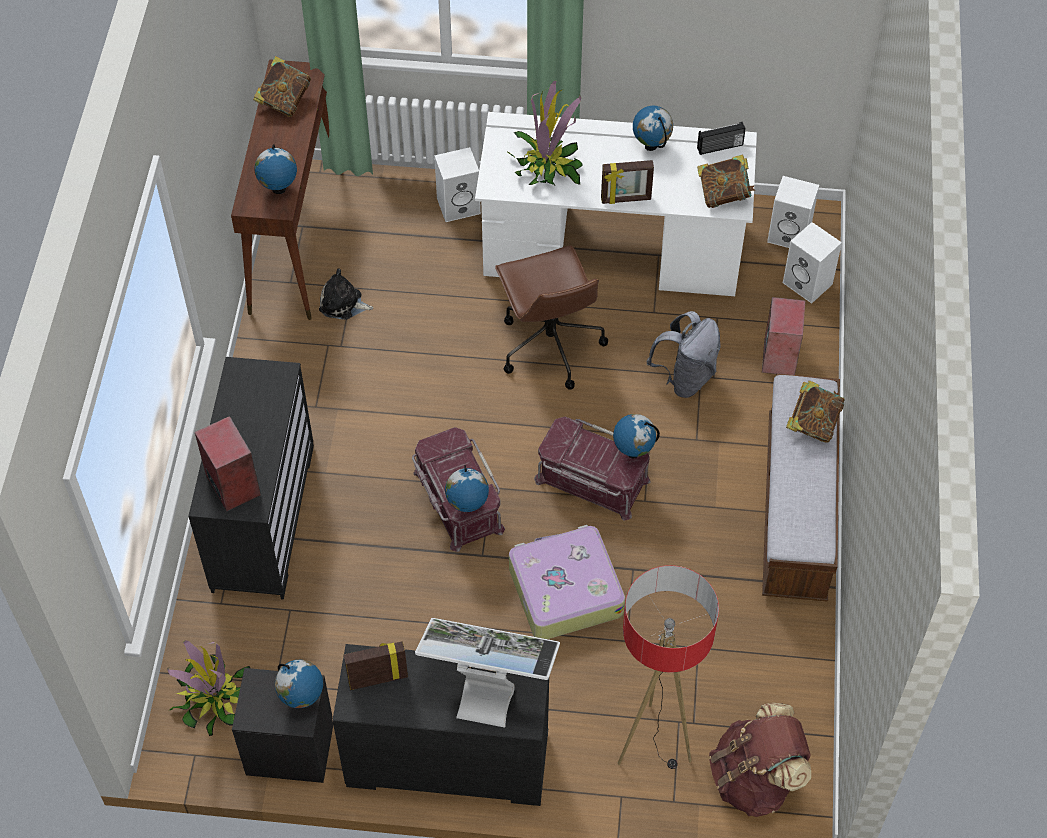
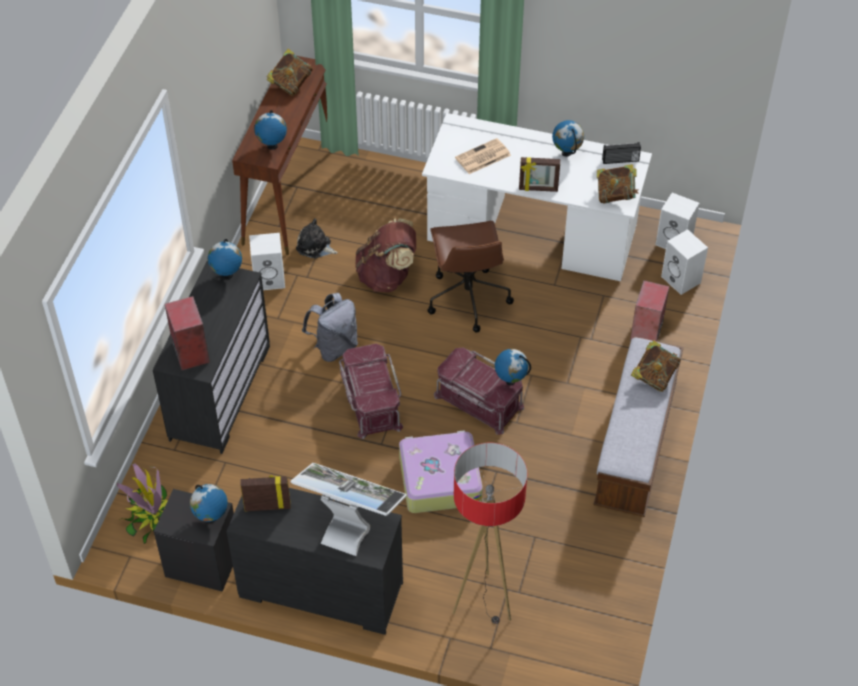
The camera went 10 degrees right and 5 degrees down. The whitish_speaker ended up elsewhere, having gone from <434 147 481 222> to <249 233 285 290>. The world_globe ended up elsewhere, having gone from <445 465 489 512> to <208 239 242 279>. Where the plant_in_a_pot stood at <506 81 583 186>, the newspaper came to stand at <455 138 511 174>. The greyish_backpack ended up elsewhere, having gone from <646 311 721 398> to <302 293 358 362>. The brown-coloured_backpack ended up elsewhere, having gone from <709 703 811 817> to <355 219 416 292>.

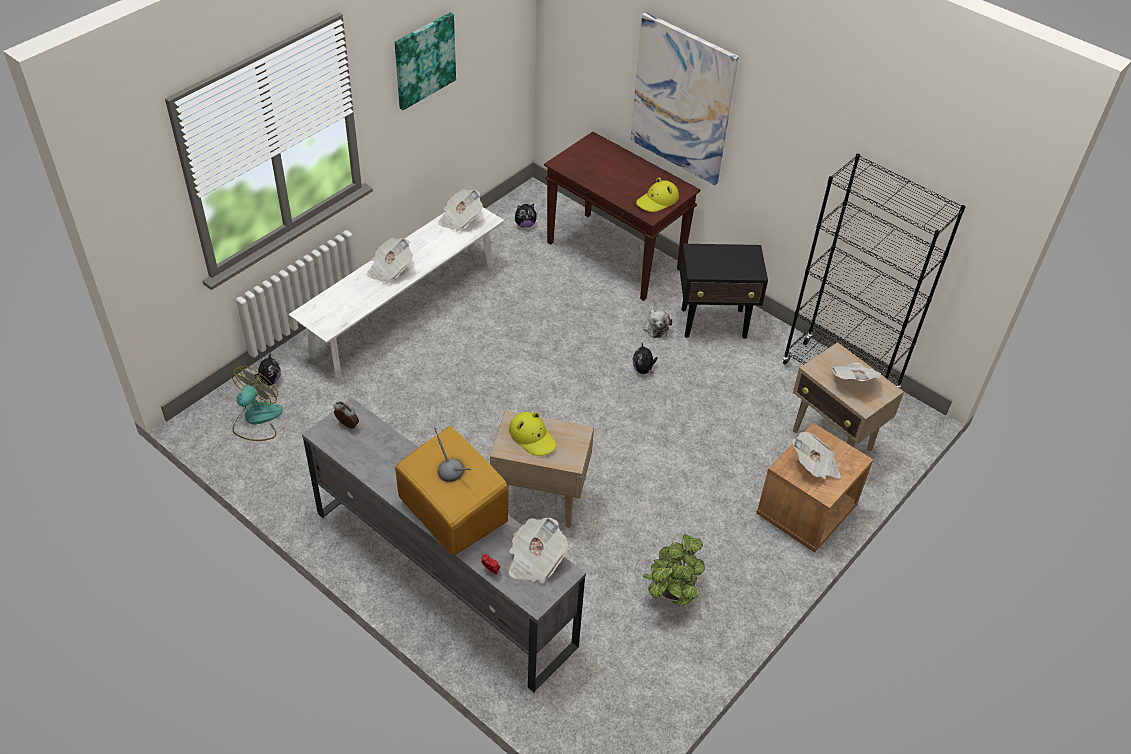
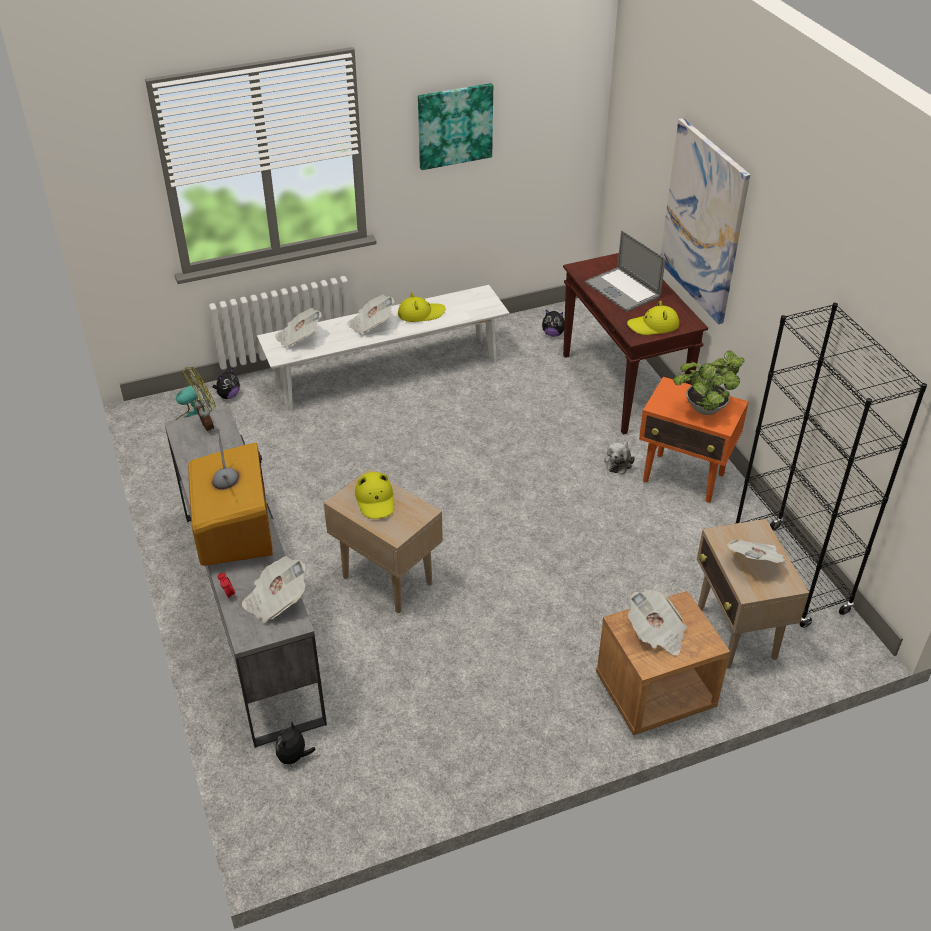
The camera went 30 degrees right and 5 degrees down. The newspaper ended up elsewhere, having gone from <438 189 483 232> to <275 308 322 348>. The soft_toy ended up elsewhere, having gone from <633 343 657 374> to <276 721 316 767>. The plant_in_a_pot ended up elsewhere, having gone from <643 534 705 606> to <673 351 744 415>. What was the blackish_side_table at <680 244 768 339> turned into the orangey_side_table at <639 377 749 503>. The second view gained the yellow-coloured_wearable_hat at <398 292 446 322>. The second view gained the laptop at <585 231 665 312>.

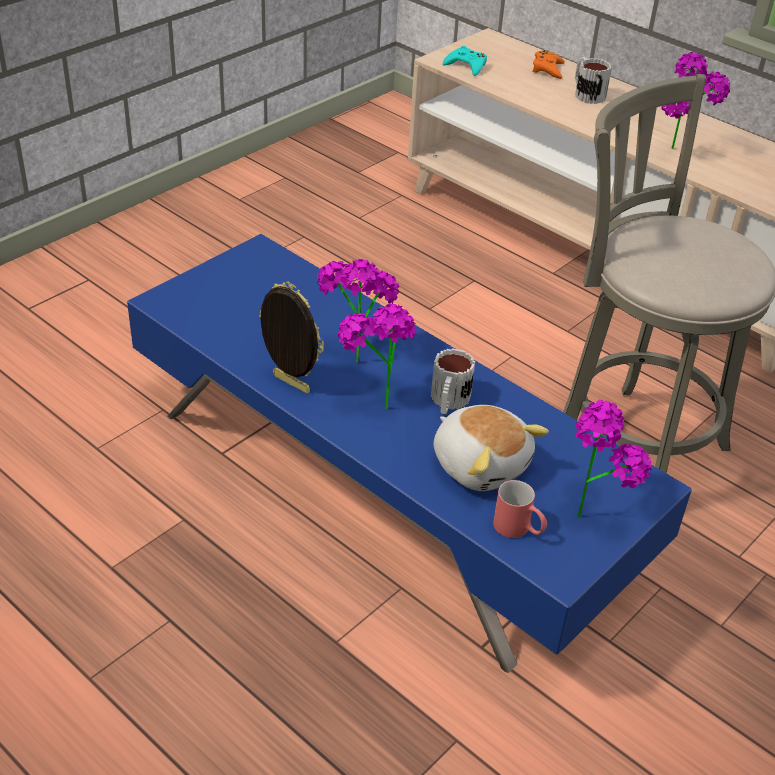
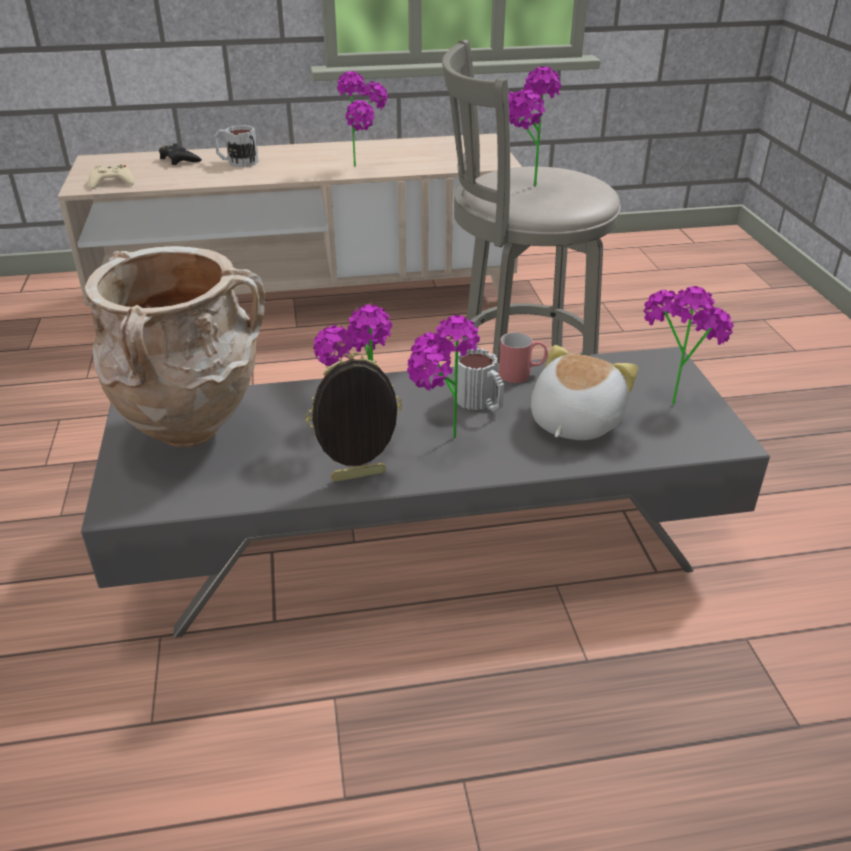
The camera went 50 degrees left and 5 degrees down. What was the blue_coffee_table at <127 234 692 673> turned into the greyish_coffee_table at <81 347 770 638>. The soft_toy at <433 405 549 491> ended up facing another way, 60 degrees counterclockwise from before. What was the blue-green_joypad at <443 46 487 76> turned into the beige-coloured_joypad at <88 165 134 189>. The red-coloured_tea_mug ended up elsewhere, having gone from <493 480 547 538> to <499 332 548 383>. What was the orangey_joypad at <532 50 565 79> turned into the blackish_joypad at <159 143 202 165>. The second view gained the beige-coloured_flower_vase at <85 246 265 447>. The second view gained the plant_in_a_pot at <509 66 561 186>.

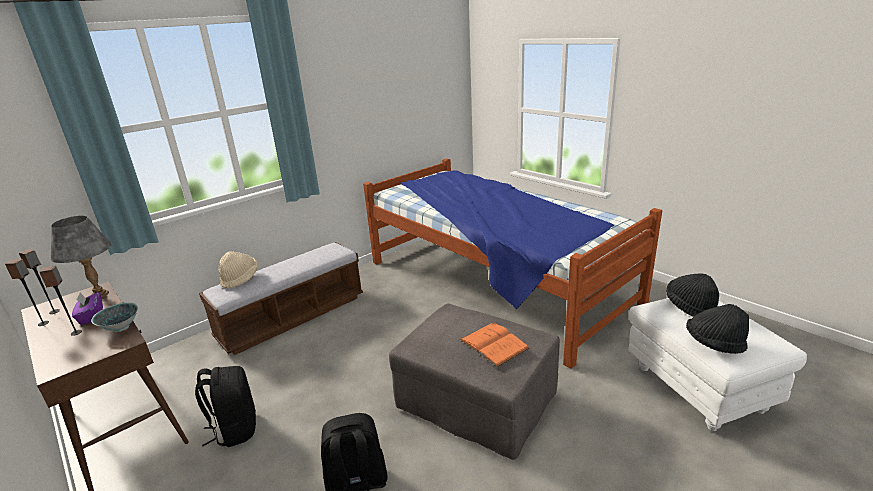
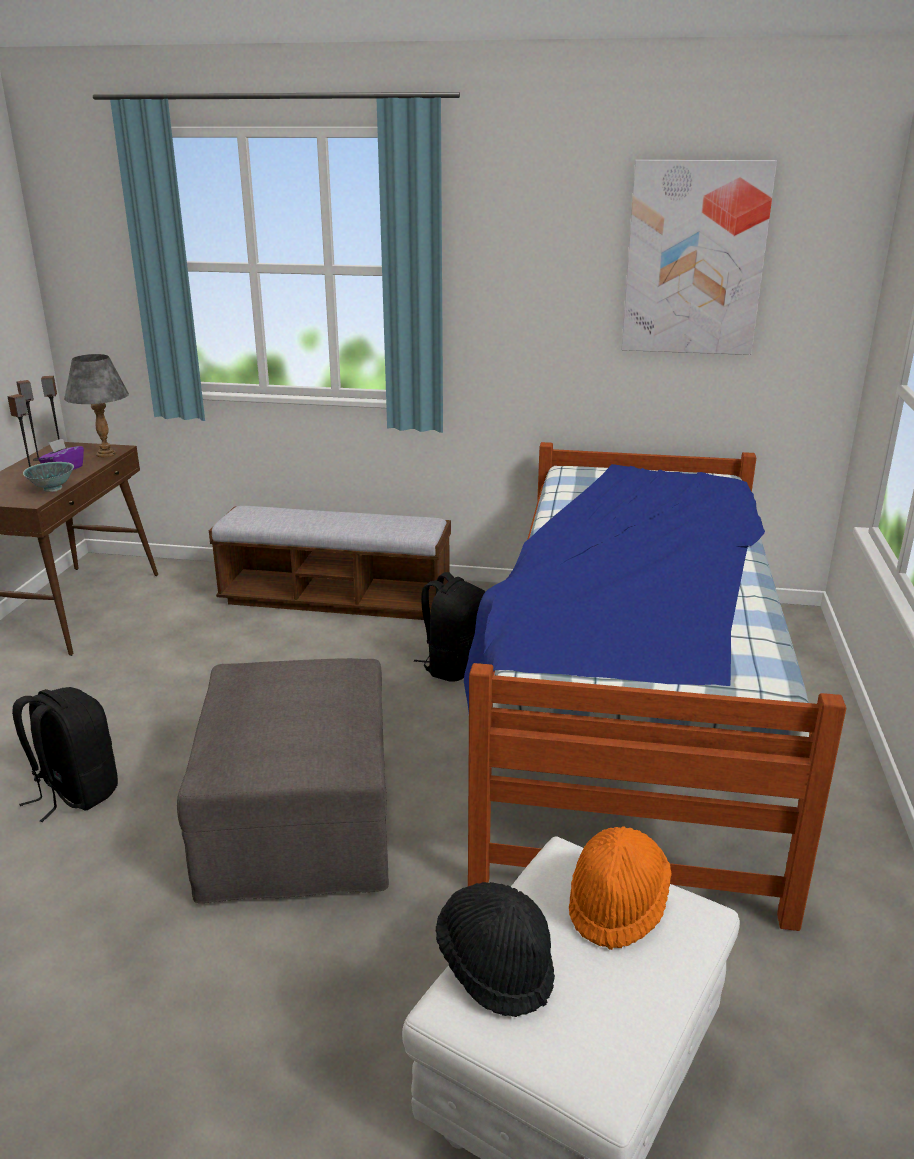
The camera went 50 degrees right and 0 degrees up. The blackish_backpack ended up elsewhere, having gone from <195 366 256 447> to <414 572 486 682>. The second view lost the beige-coloured_wearable_hat at <219 251 258 289>. The second view lost the orangey_volume at <460 322 530 367>. What was the blackish_wearable_hat at <666 273 719 317> turned into the orangey_wearable_hat at <569 826 672 950>. The second view gained the picture at <621 160 777 355>.

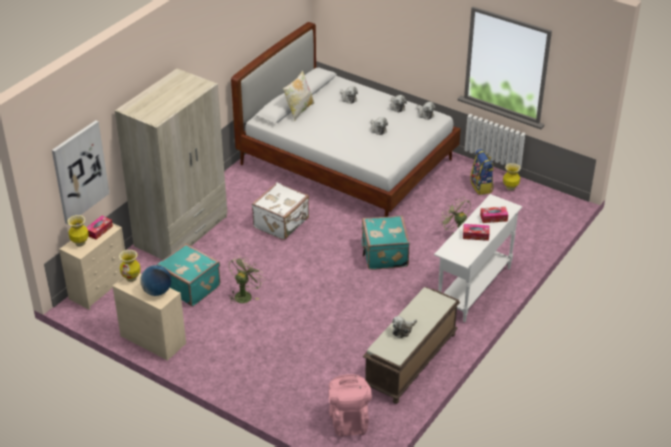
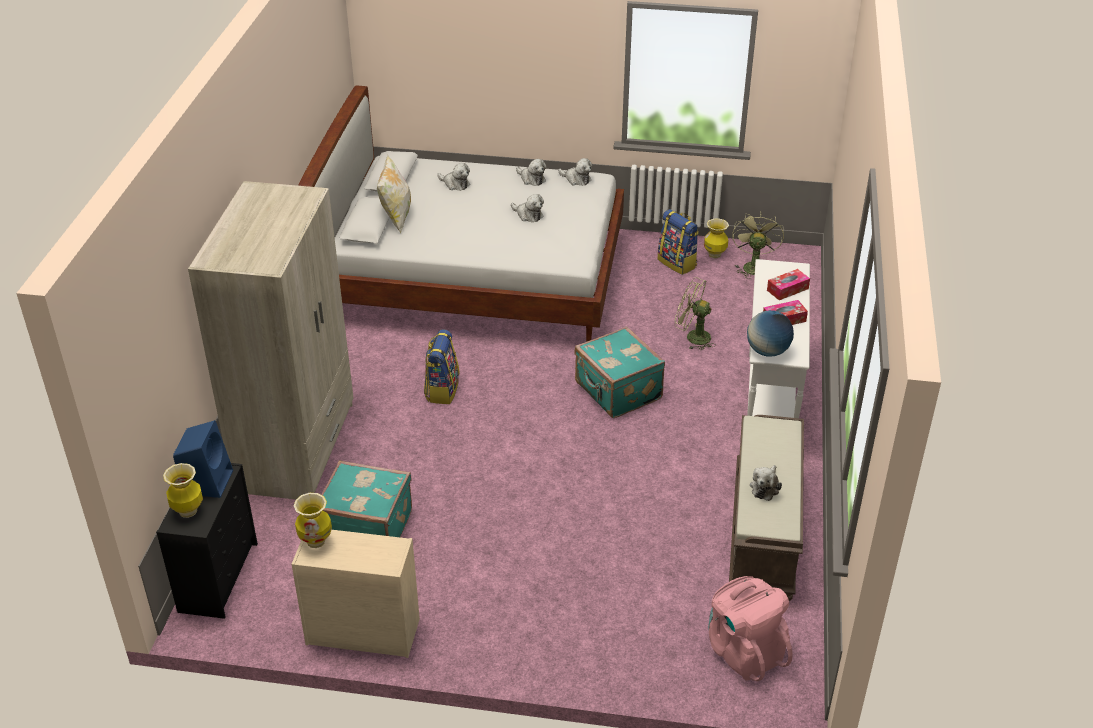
The camera went 25 degrees left and 0 degrees up. The second view lost the picture at <52 120 110 224>. What was the beige-coloured_drawer_chest at <59 223 125 310> turned into the blackish_drawer_chest at <156 463 258 619>. Where the box_of_tissues stood at <87 216 113 240>, the blue_speaker came to stand at <173 420 233 498>. The world_globe ended up elsewhere, having gone from <140 265 171 296> to <747 310 794 357>. The green-coloured_fan ended up elsewhere, having gone from <229 256 265 304> to <732 211 784 279>. Where the whitish_piece_of_luggage stood at <252 182 309 240>, the backpack came to stand at <424 329 460 404>.

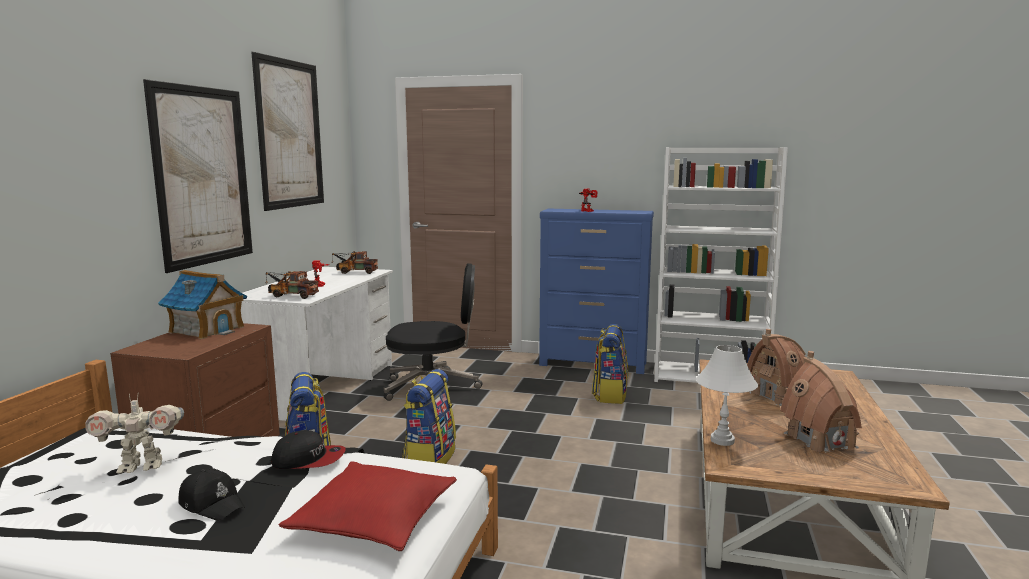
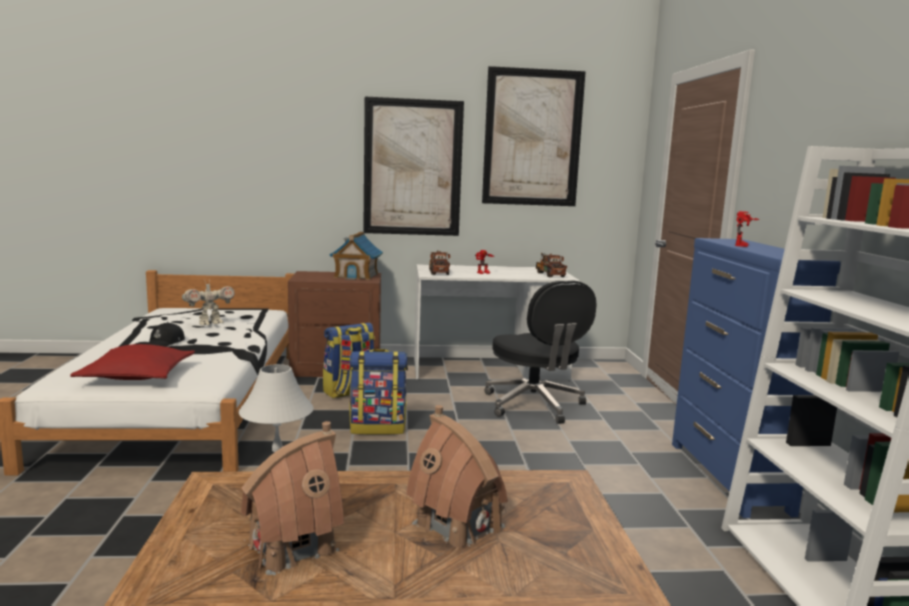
The camera went 70 degrees right and 0 degrees up. The robot_figure at <85 394 184 473> ended up facing another way, 90 degrees counterclockwise from before. The second view lost the peaked_cap at <271 430 346 469>. The second view lost the backpack at <592 324 628 404>.

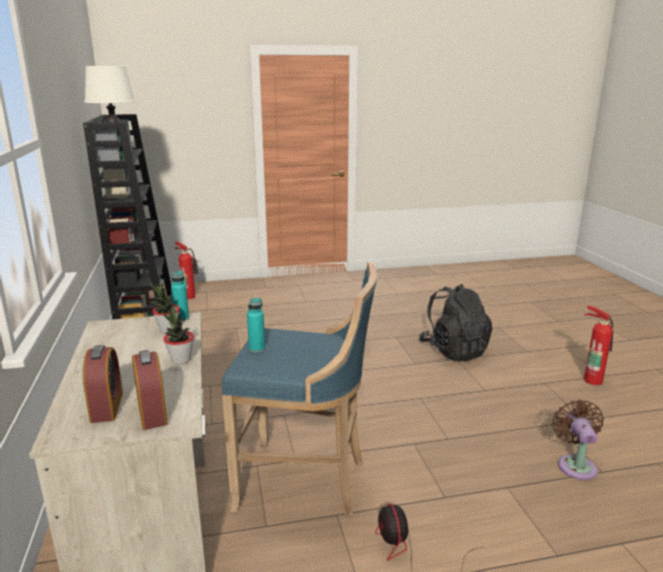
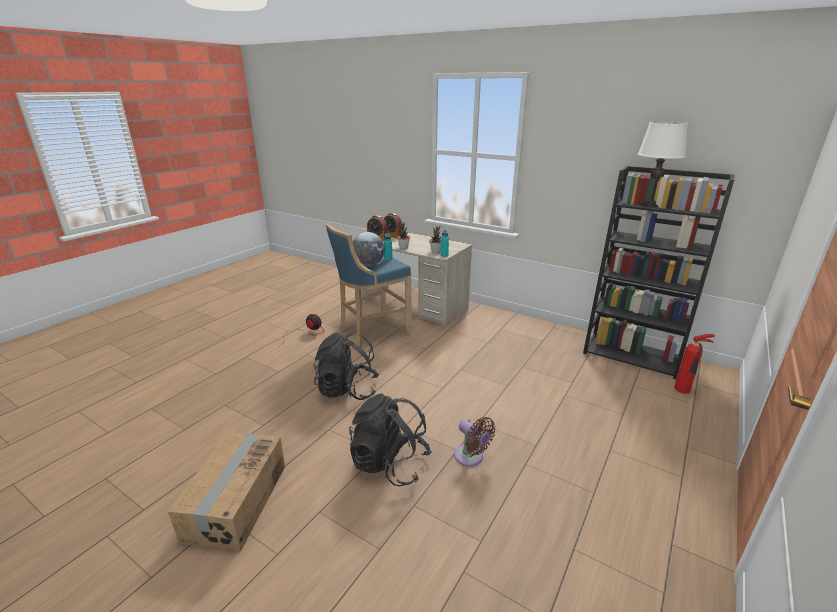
The camera went 135 degrees right and 5 degrees up. The brown-coloured_fan ended up elsewhere, having gone from <552 400 604 480> to <454 417 495 467>. Where the extinguisher stood at <584 306 613 385>, the carton came to stand at <168 432 285 552>. The second view gained the blackish_backpack at <313 332 379 400>. The second view gained the world_globe at <353 232 385 266>.

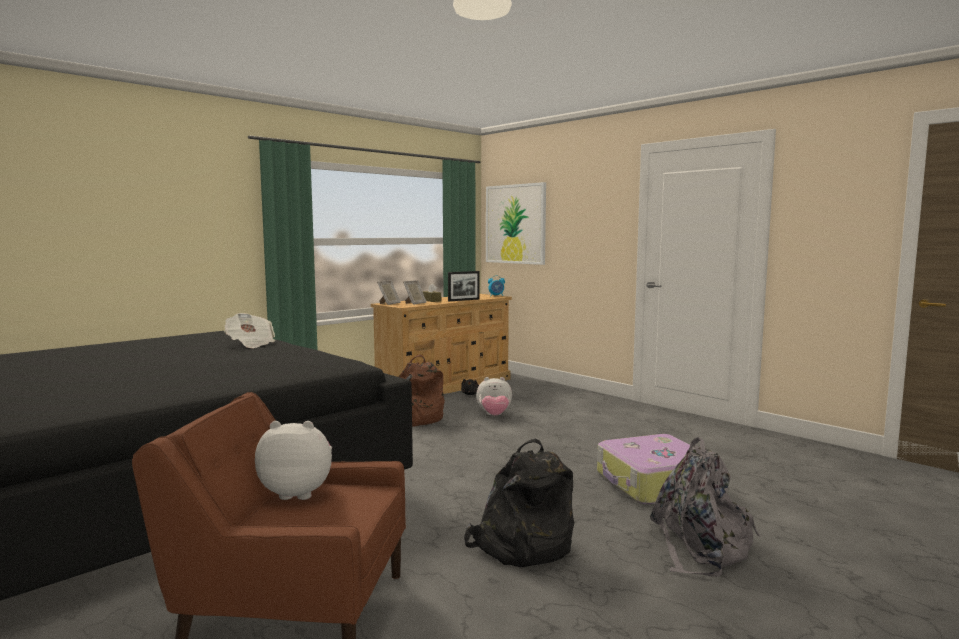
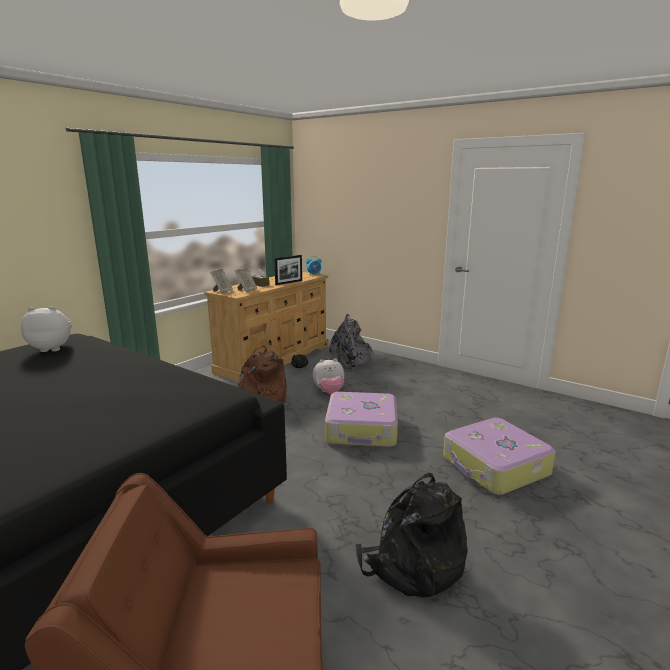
The camera went 10 degrees left and 10 degrees up. The second view lost the newspaper at <224 313 275 348>. The soft_toy ended up elsewhere, having gone from <255 421 332 500> to <21 306 72 352>. The second view lost the picture at <486 182 546 265>. The greyish_backpack ended up elsewhere, having gone from <650 437 760 577> to <329 314 374 371>. The second view gained the piece_of_luggage at <325 392 398 447>.

